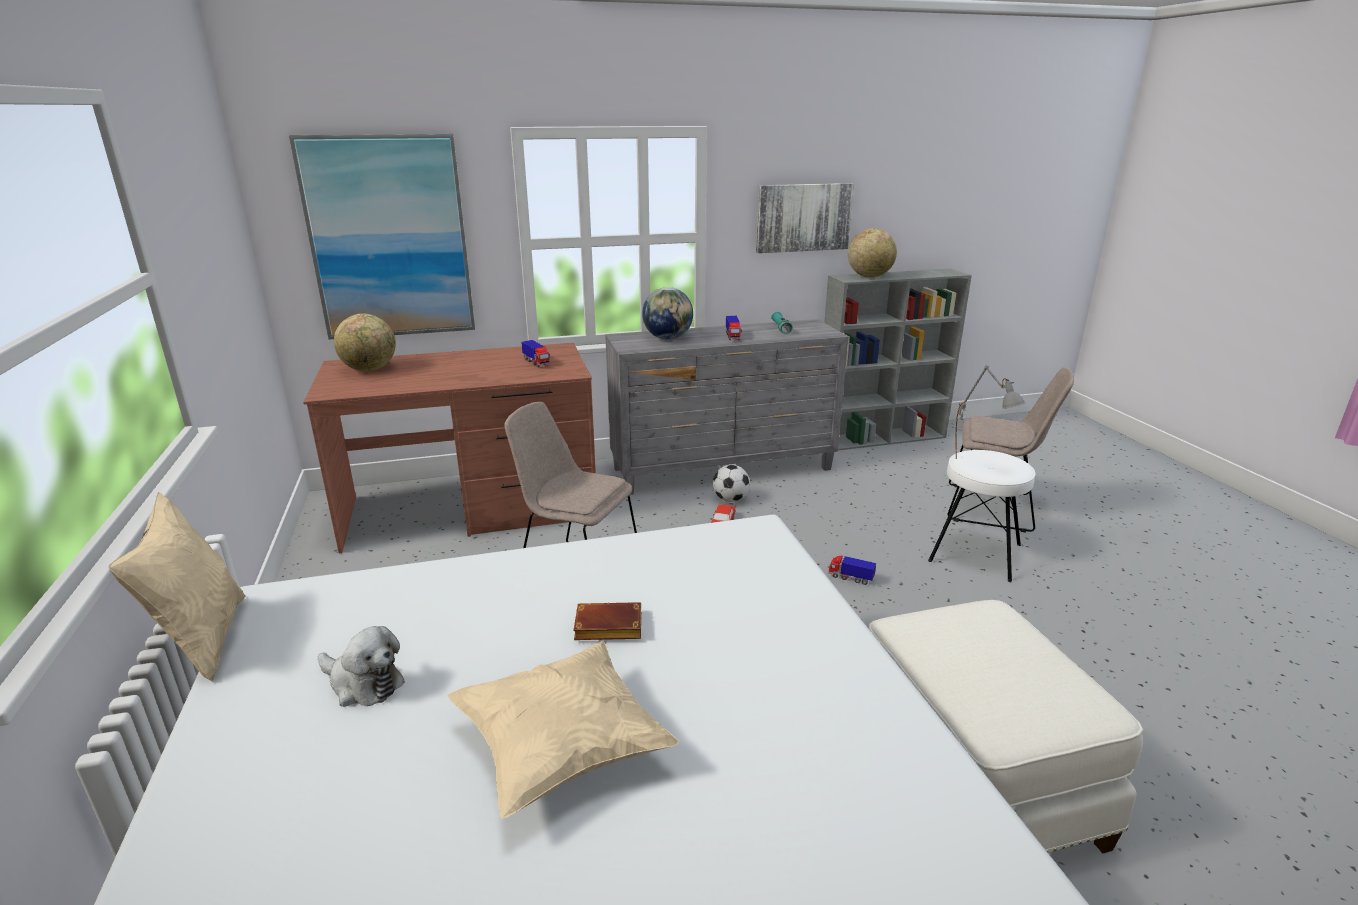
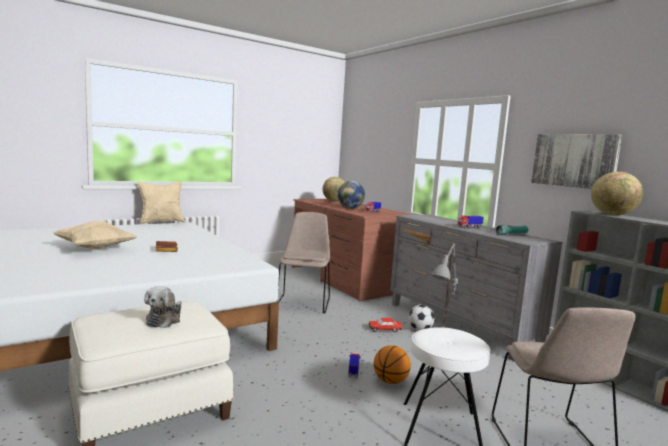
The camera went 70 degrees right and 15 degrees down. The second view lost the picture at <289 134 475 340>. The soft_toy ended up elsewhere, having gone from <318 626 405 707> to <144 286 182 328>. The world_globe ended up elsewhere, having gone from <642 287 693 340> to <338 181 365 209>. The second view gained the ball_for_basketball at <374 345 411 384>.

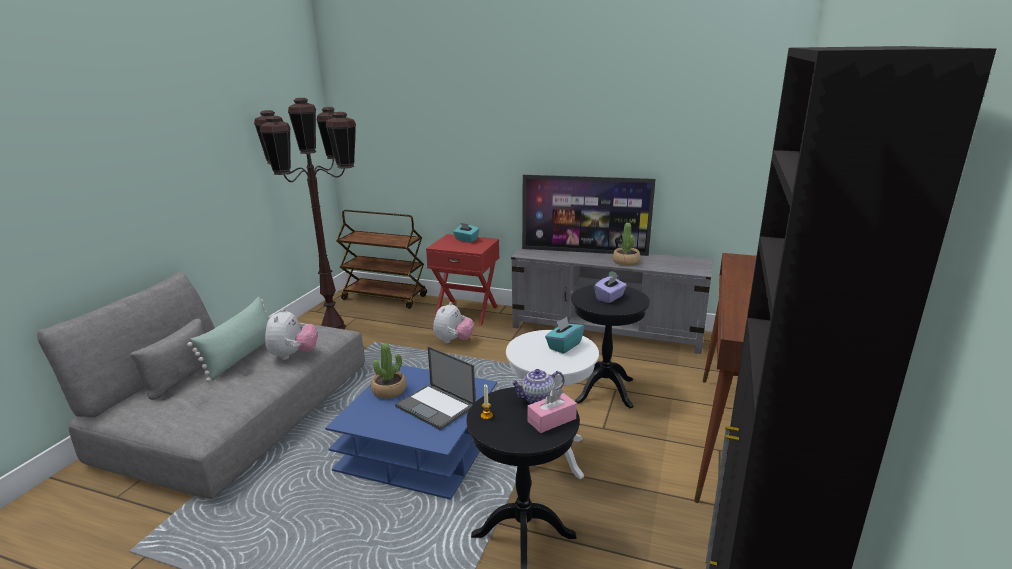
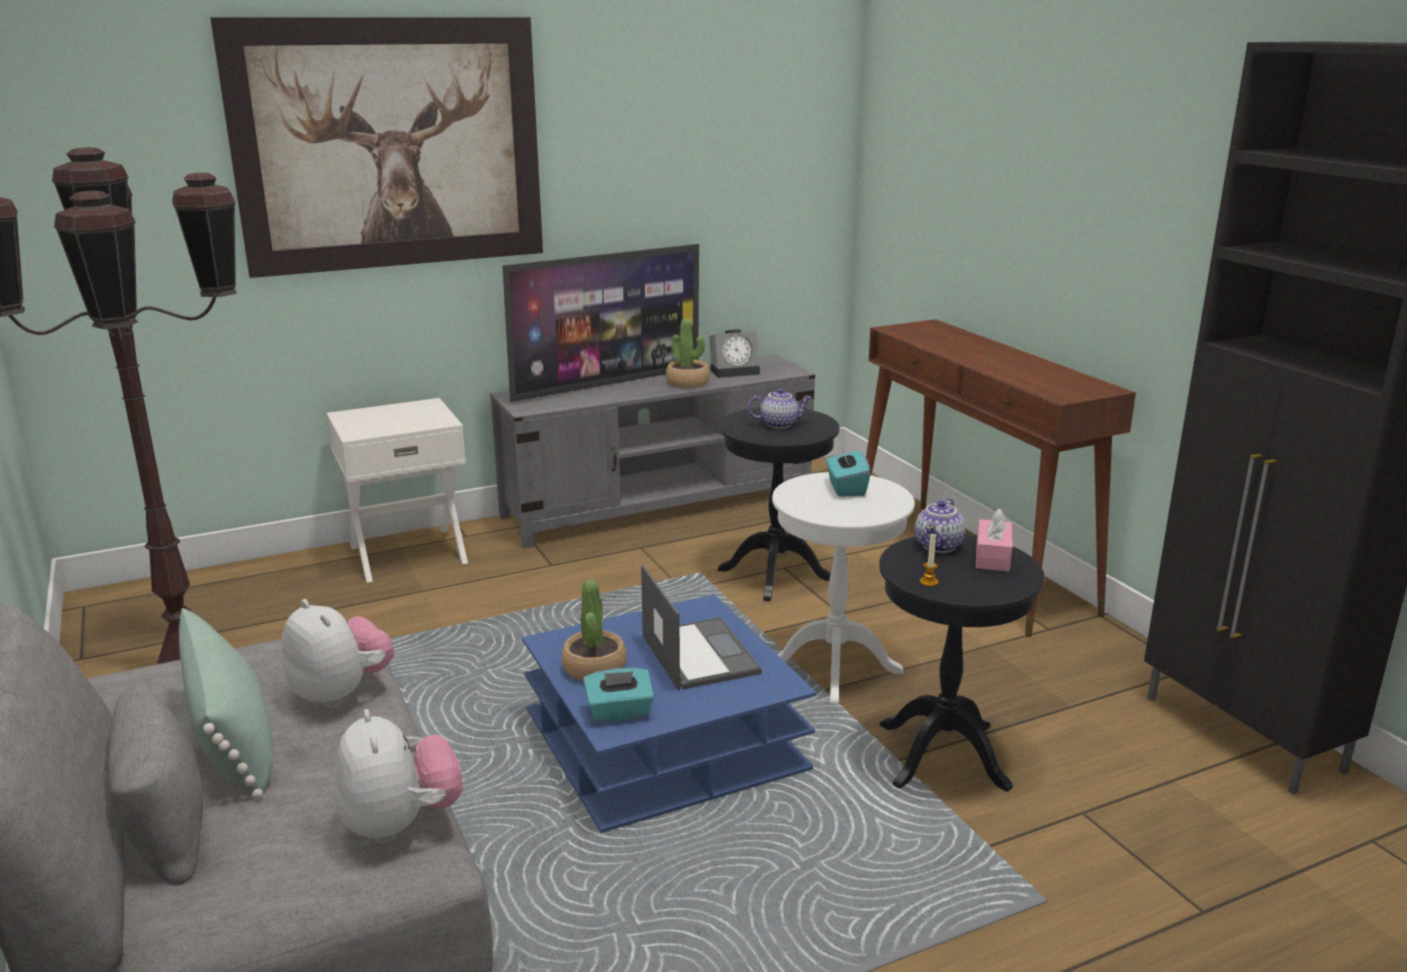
The camera went 45 degrees left and 0 degrees up. The second view lost the brown-coloured_wheeled_cart at <336 210 427 309>. The laptop at <395 346 476 430> ended up facing another way, 105 degrees counterclockwise from before. What was the red-coloured_night_table at <426 234 499 326> turned into the whitish_night_table at <327 398 468 583>. The soft_toy ended up elsewhere, having gone from <433 302 474 344> to <336 709 463 844>. The blue-green_box_of_tissues ended up elsewhere, having gone from <453 223 479 243> to <583 668 654 723>. Where the purple-coloured_box_of_tissues stood at <594 275 627 303>, the pot_for_tea came to stand at <748 388 812 429>. The second view gained the picture at <210 17 543 278>. The second view gained the bedside_clock at <709 329 760 378>.

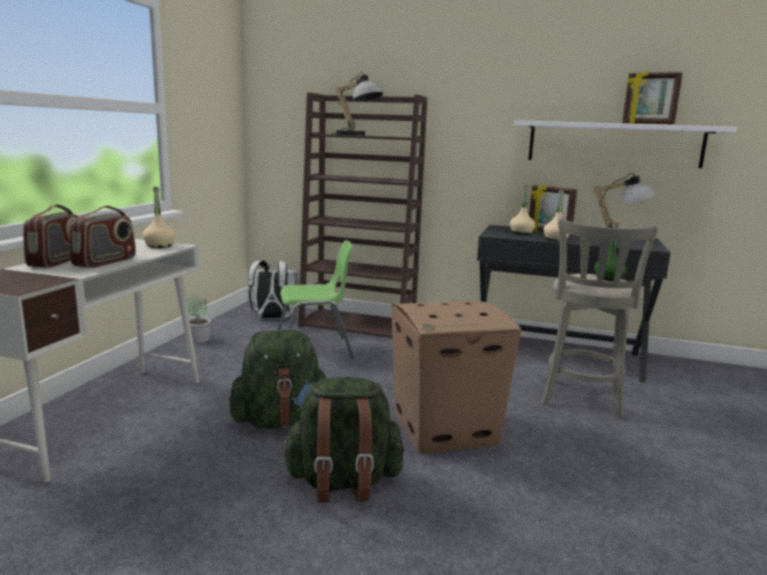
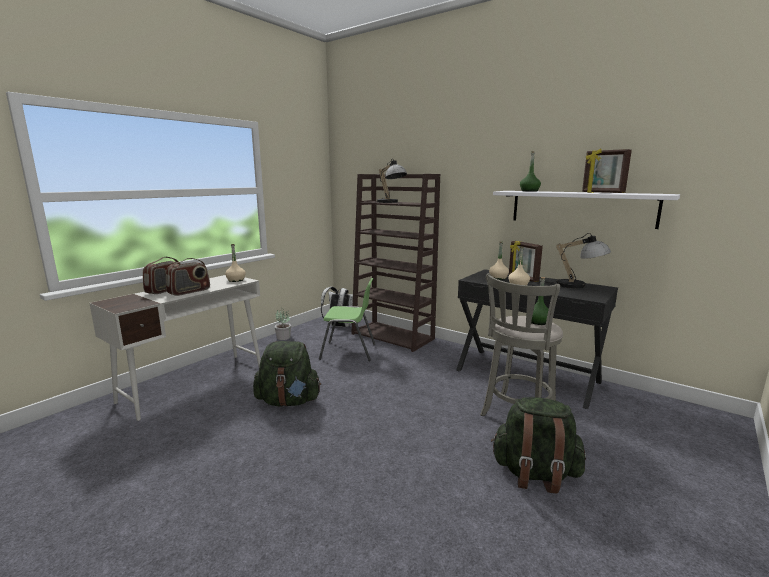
The camera went 20 degrees right and 0 degrees up. The green-coloured_backpack ended up elsewhere, having gone from <282 377 404 503> to <491 397 586 494>. The second view lost the carton at <391 301 521 454>. The second view gained the green-coloured_beverage_bottle at <520 151 541 192>.

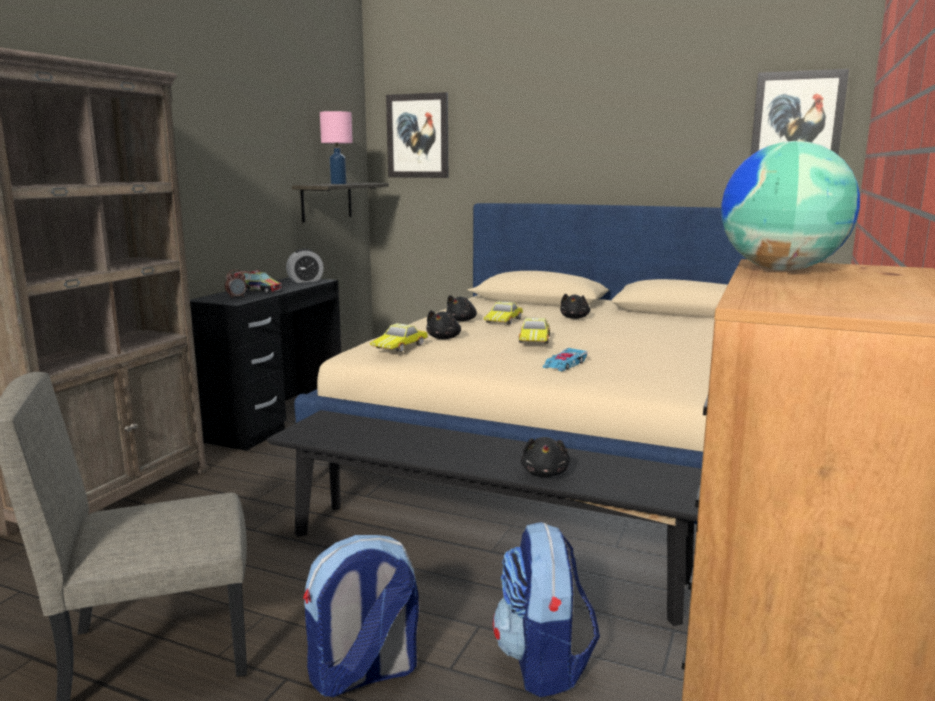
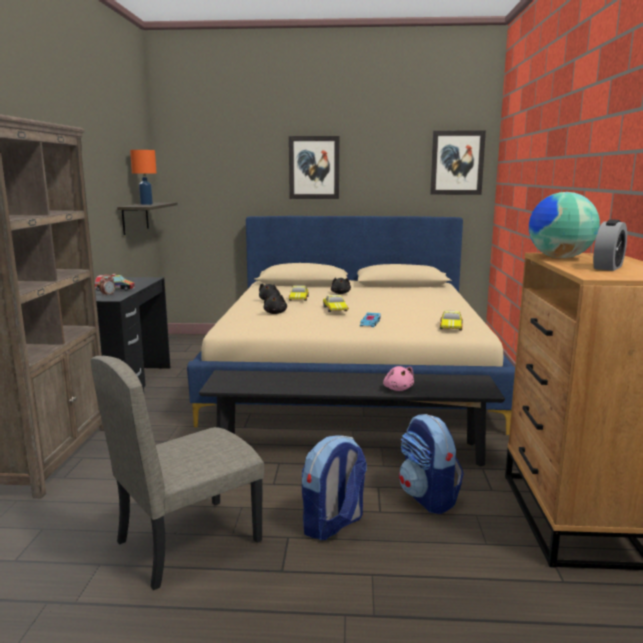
The camera went 20 degrees left and 0 degrees up. The bedside_clock ended up elsewhere, having gone from <286 249 324 283> to <593 219 627 271>. What was the pinkish_lamp_for_a_table at <320 111 353 184> turned into the orangey_lamp_for_a_table at <130 150 157 205>. The toy_car ended up elsewhere, having gone from <370 323 428 352> to <440 310 463 330>. The picture ended up elsewhere, having gone from <386 92 448 178> to <289 136 340 199>. What was the blackish_soft_toy at <521 437 570 477> turned into the pinkish_soft_toy at <383 366 414 391>.

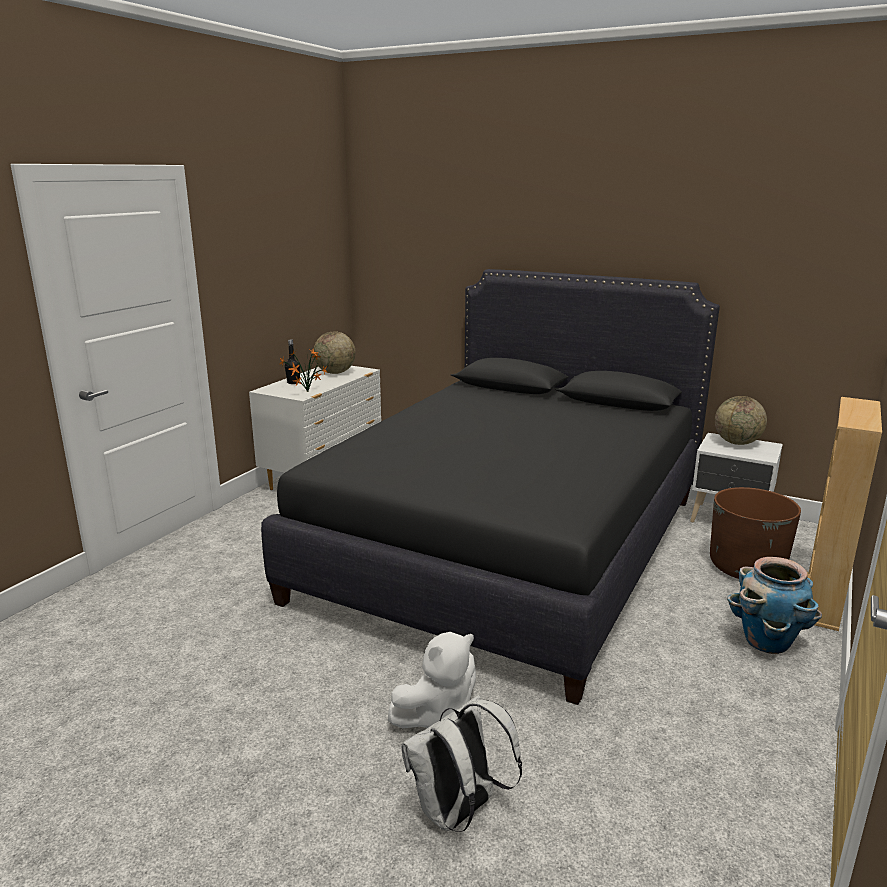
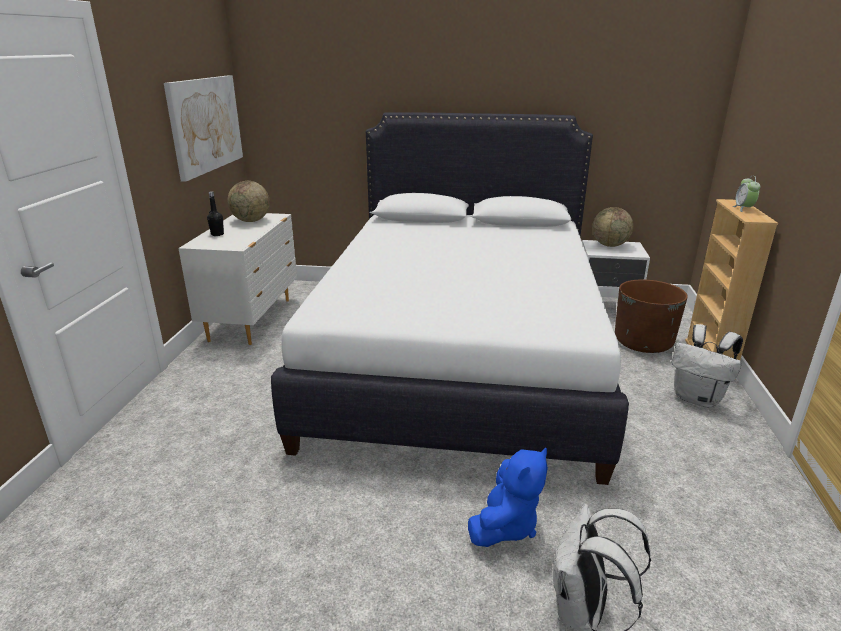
The camera went 20 degrees left and 5 degrees up. What was the blackish_bed at <261 269 720 705> turned into the whitish_bed at <271 112 629 485>. The second view lost the plant_in_a_pot at <280 349 328 392>. What was the whitish_soft_toy at <388 632 476 728> turned into the blue_soft_toy at <468 448 548 547>. Where the flower_pot stood at <727 557 822 654>, the whitish_backpack came to stand at <672 324 743 408>. The second view gained the picture at <164 75 243 182>. The second view gained the bedside_clock at <733 175 760 212>.

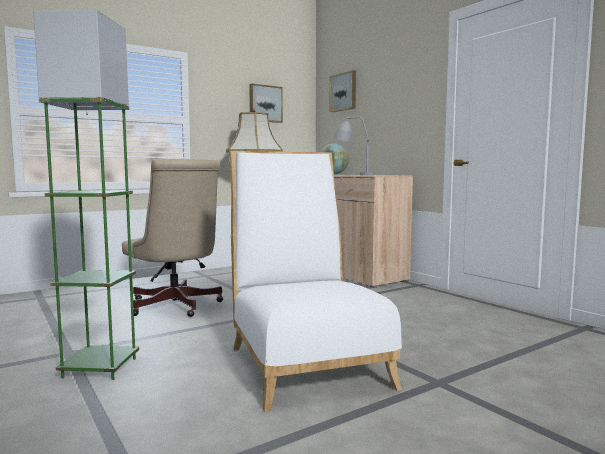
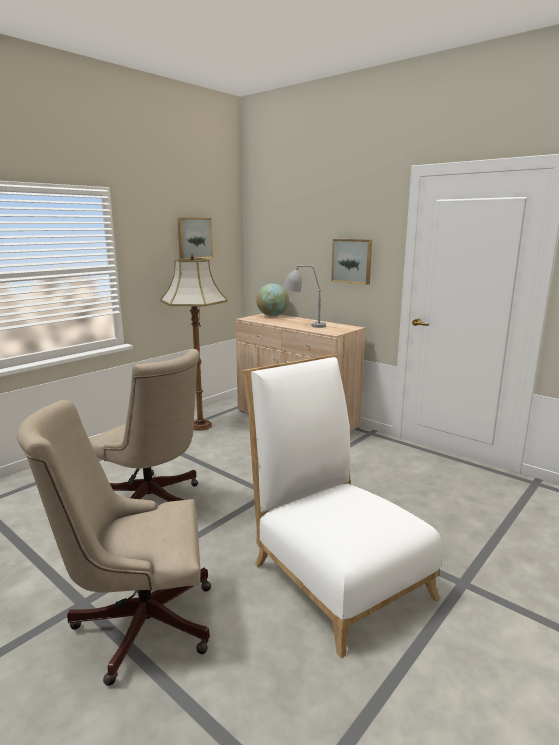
The camera went 15 degrees left and 10 degrees up. Where the green-coloured_standing_lamp stood at <34 10 139 380>, the beige-coloured_computer_chair came to stand at <17 400 211 686>. The picture ended up elsewhere, having gone from <329 70 356 112> to <331 239 372 285>.

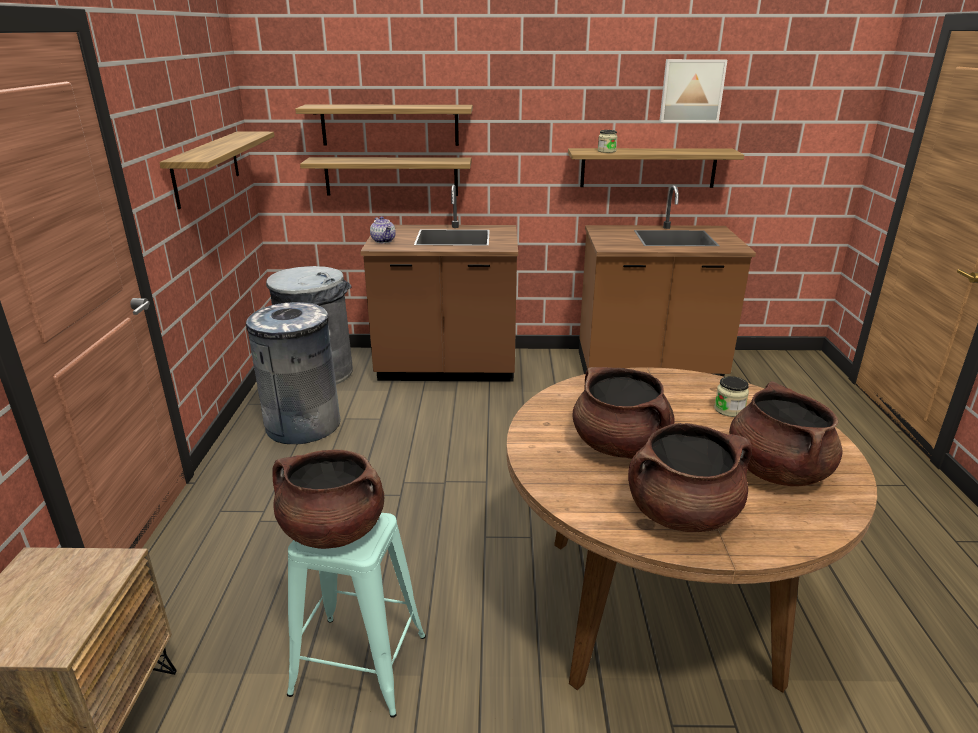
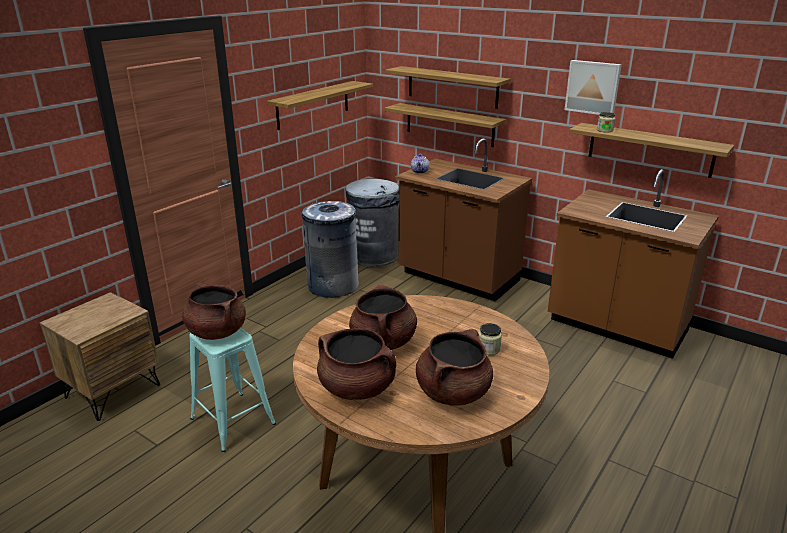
The camera went 35 degrees right and 0 degrees up. The picture ended up elsewhere, having gone from <659 59 727 122> to <564 60 622 115>.

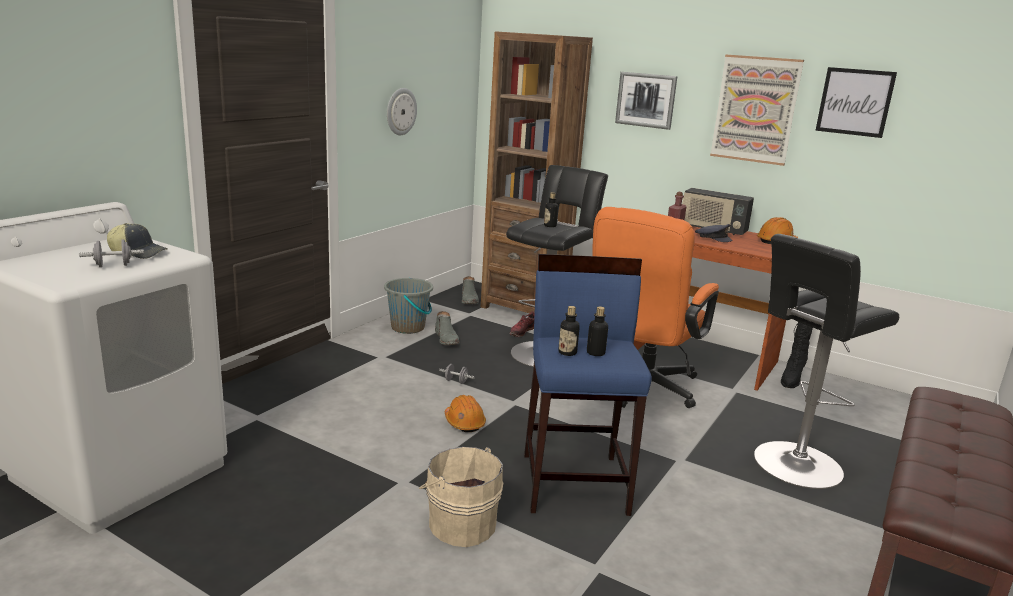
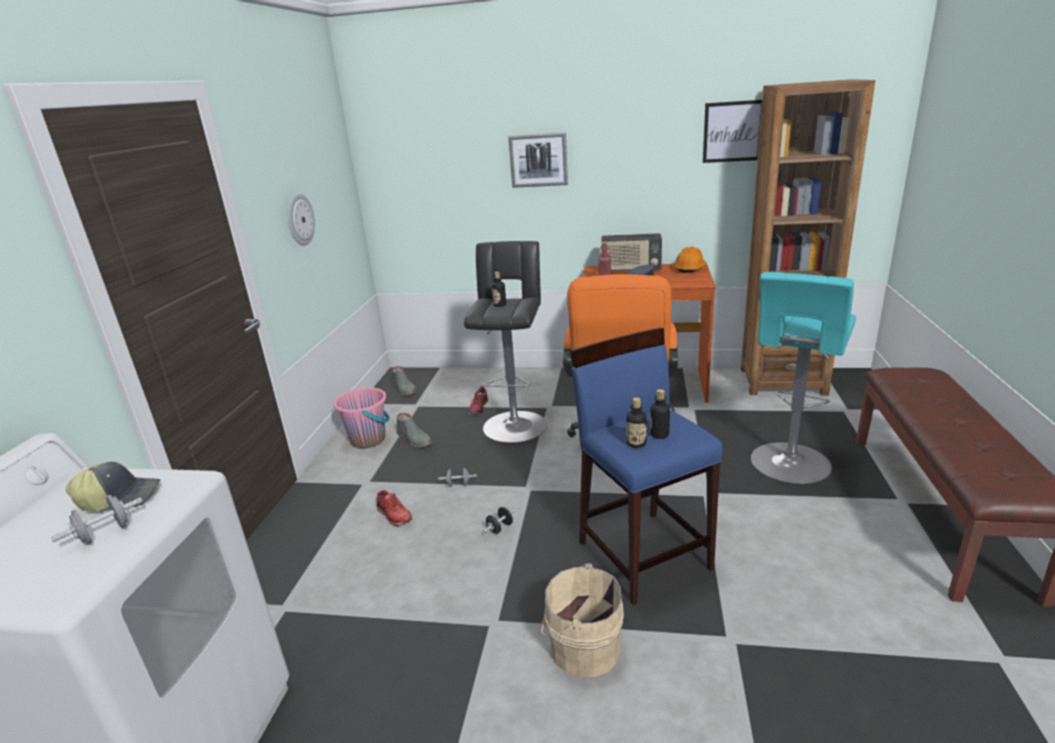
The camera went 20 degrees left and 5 degrees up. What was the greyish_bucket at <384 278 433 334> turned into the pinkish_bucket at <334 387 390 448>. Where the orangey_work_helmet stood at <445 395 486 432>, the blackish_free_weight came to stand at <483 507 516 534>. The brown-coloured_bookshelf ended up elsewhere, having gone from <481 31 593 313> to <741 79 875 396>. The second view lost the picture at <710 54 804 166>. What was the blackish_stool at <754 234 899 489> turned into the blue-green_stool at <751 272 856 484>. The second view lost the blackish_tall_boot at <781 322 813 388>. The second view gained the red-coloured_shoe at <377 490 412 526>.

